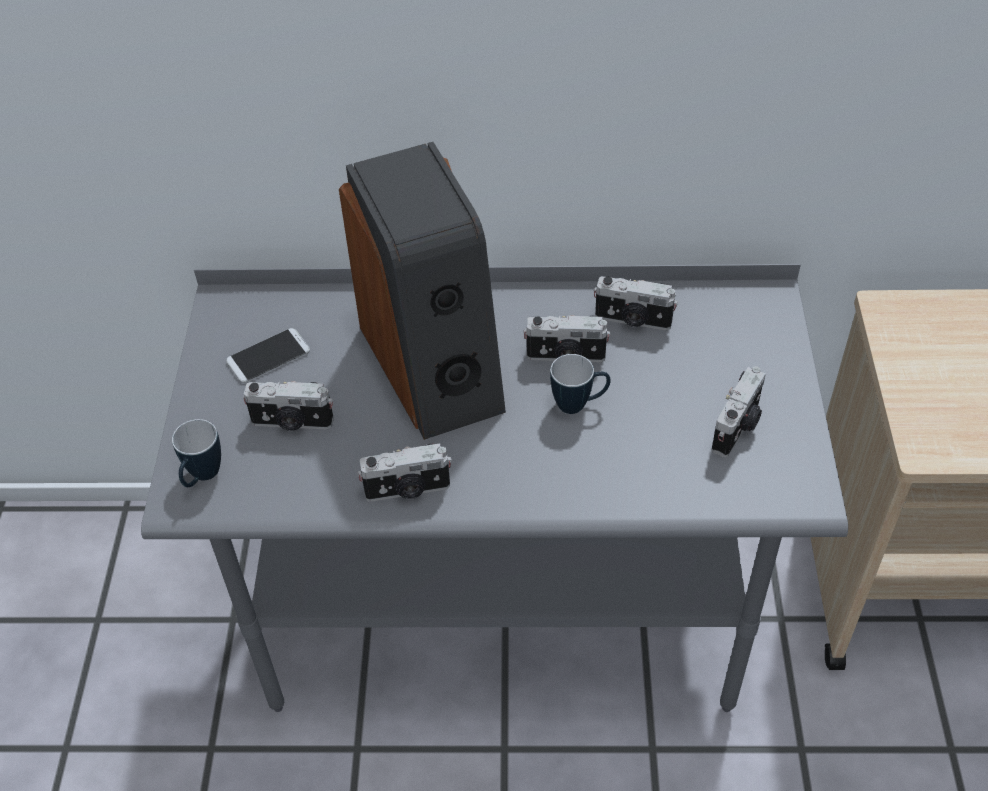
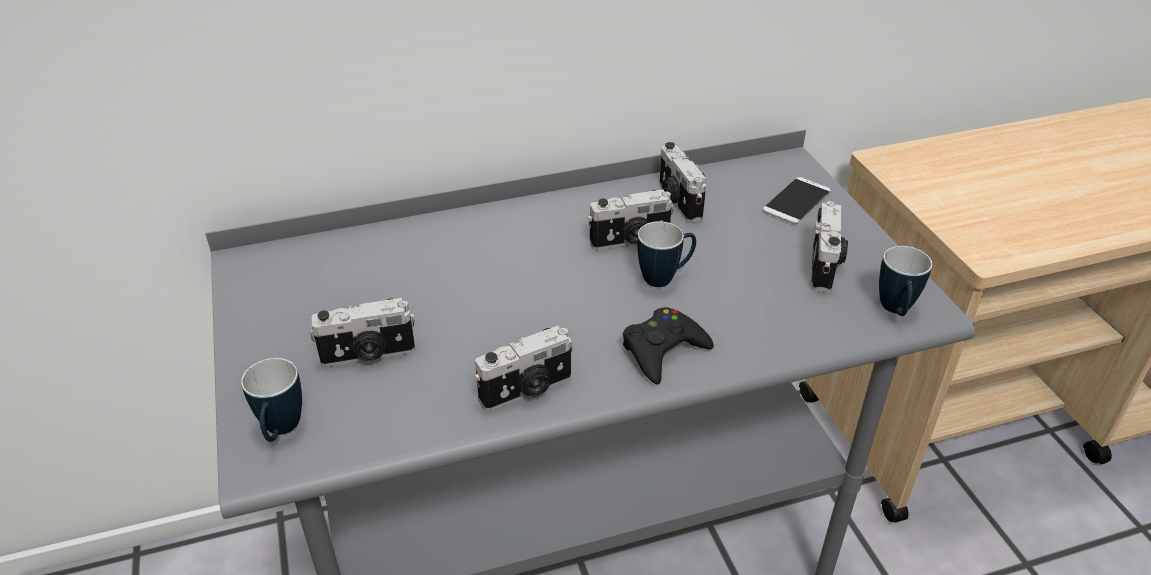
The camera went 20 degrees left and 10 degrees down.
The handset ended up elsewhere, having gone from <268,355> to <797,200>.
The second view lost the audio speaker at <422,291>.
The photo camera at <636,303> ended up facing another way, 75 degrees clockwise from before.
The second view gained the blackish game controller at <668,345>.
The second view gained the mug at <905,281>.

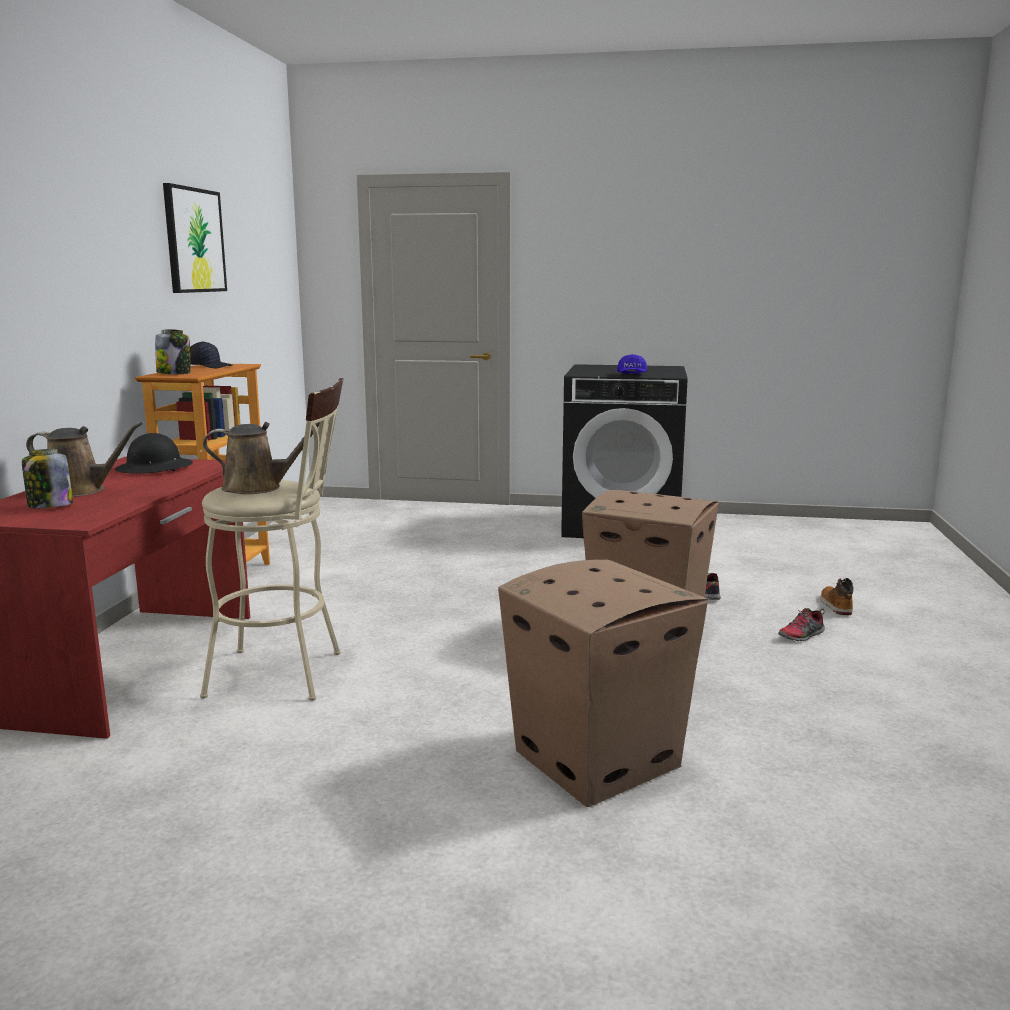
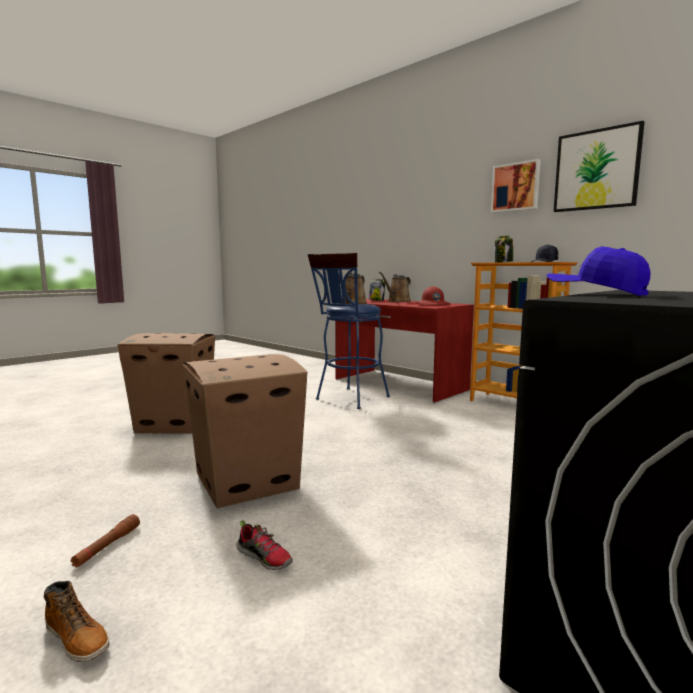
The camera went 125 degrees right and 5 degrees down.
What was the blackish work helmet at <154,453> turned into the red-coloured work helmet at <433,295>.
What was the beige stool at <272,539> turned into the bluish stool at <349,331>.
Where the shoe stood at <801,624>, the brown-coloured torch came to stand at <105,541>.
The second view gained the picture at <516,186>.

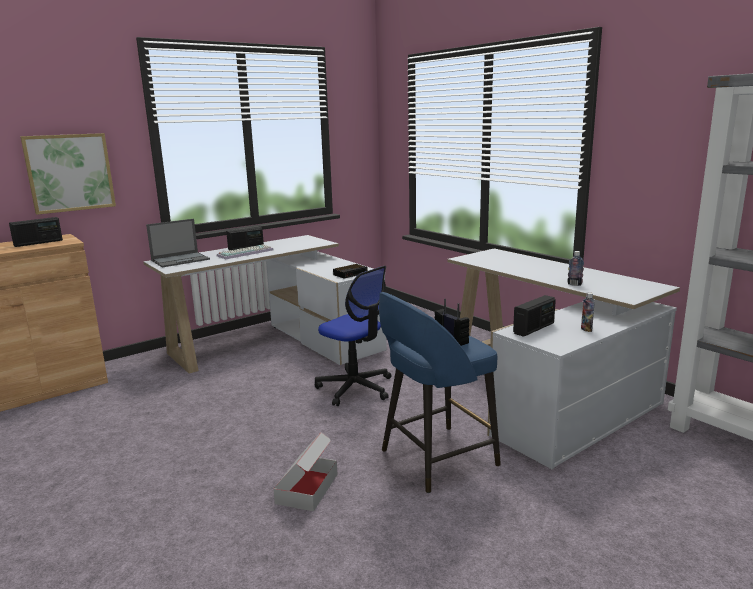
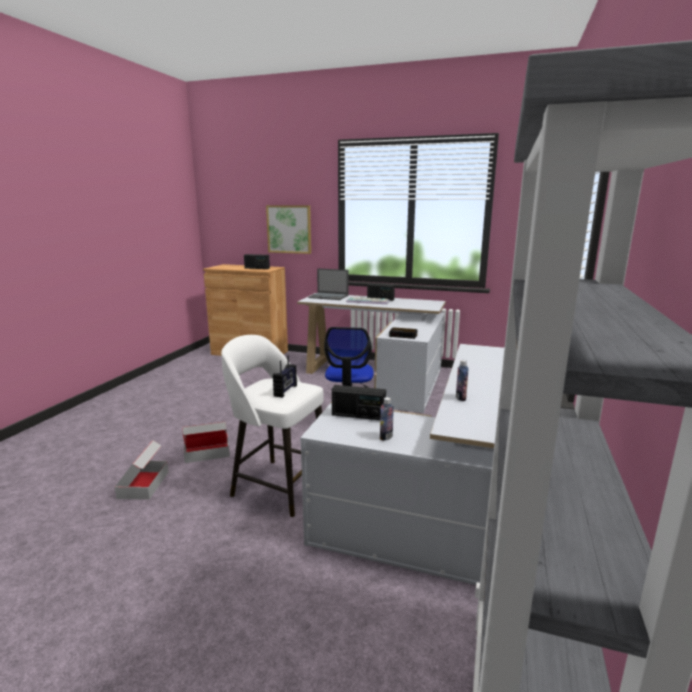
The camera went 55 degrees right and 0 degrees up.
What was the bluish stool at <440,392> turned into the white-coloured stool at <272,426>.
The second view gained the packing box at <142,470>.

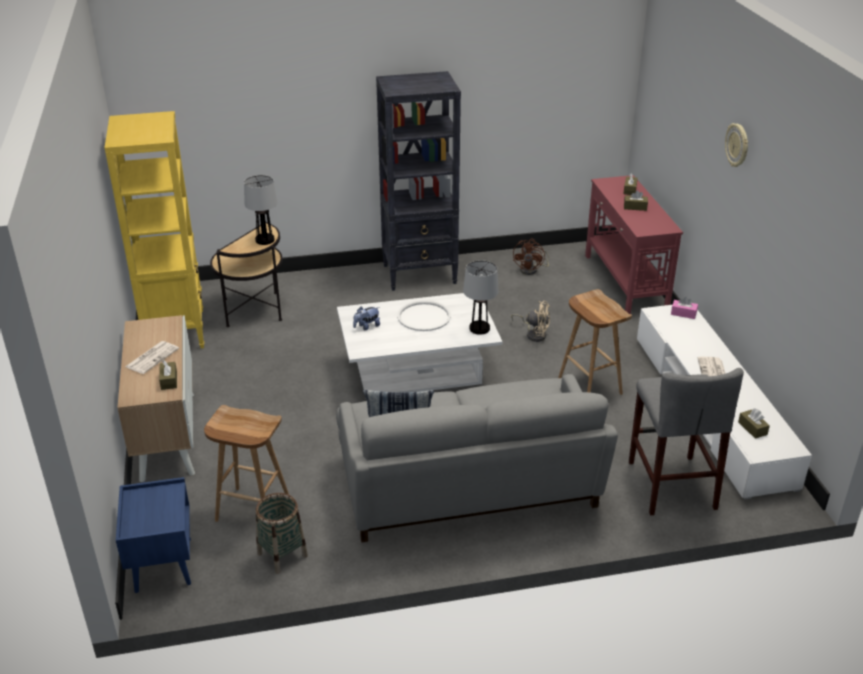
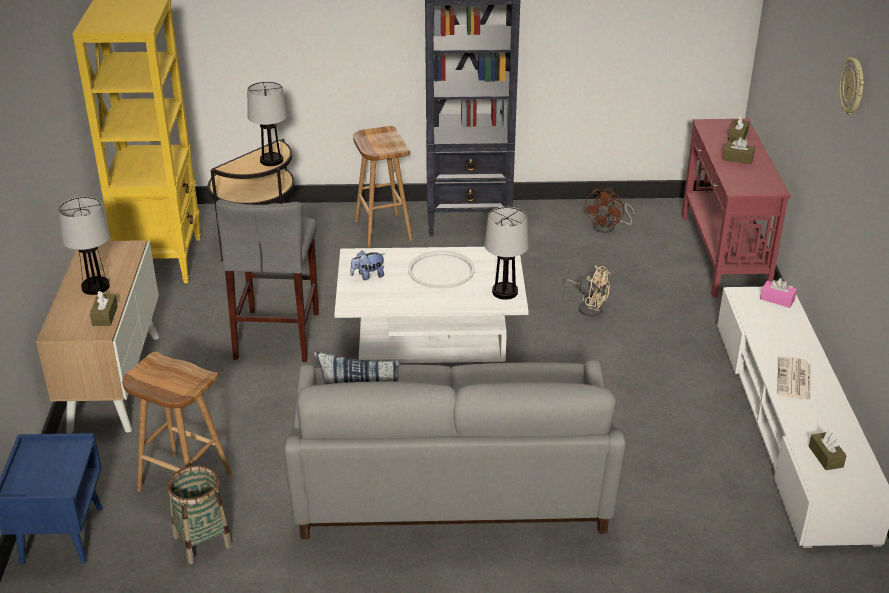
The camera went 10 degrees right and 0 degrees up.
Where the daily paper stood at <152,357>, the table lamp came to stand at <84,246>.
The brown-coloured stool ended up elsewhere, having gone from <595,342> to <382,187>.
The gray stool ended up elsewhere, having gone from <686,441> to <267,280>.

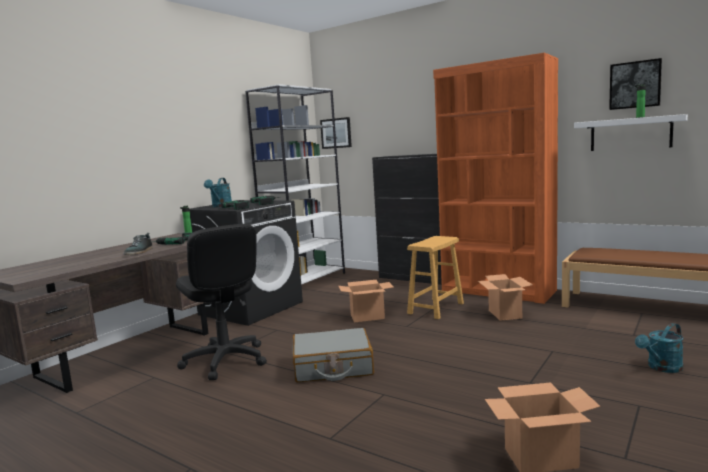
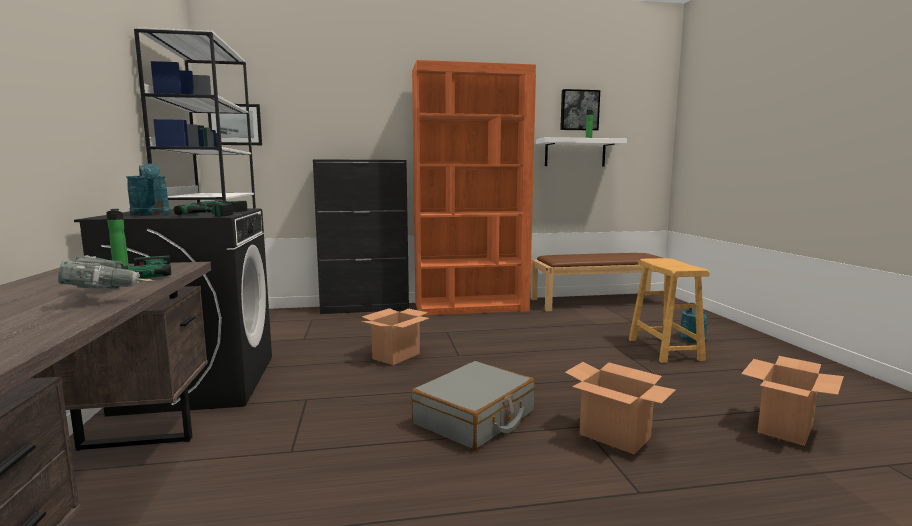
The camera went 45 degrees left and 0 degrees up.
Where the shoe stood at <138,244>, the electric drill came to stand at <106,272>.
The second view lost the blackish desk chair at <221,302>.
The brown-coloured stool ended up elsewhere, having gone from <435,277> to <669,310>.
The packing box ended up elsewhere, having gone from <505,297> to <620,408>.

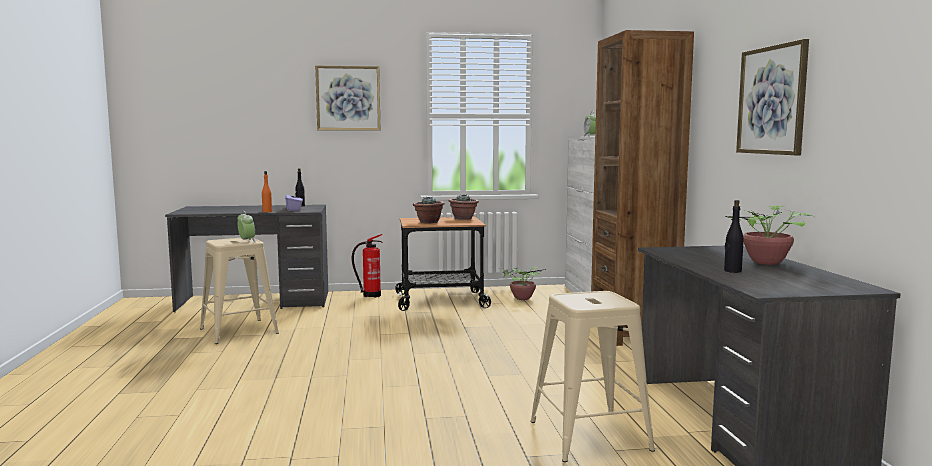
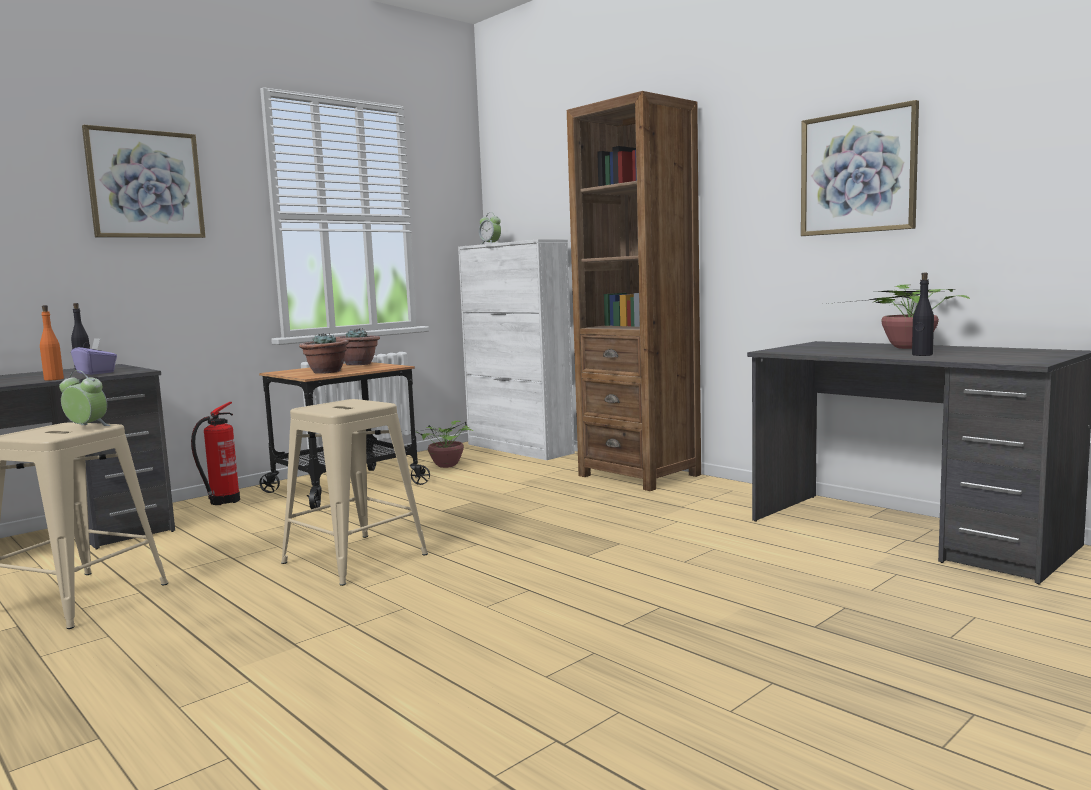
The camera went 35 degrees left and 0 degrees up.
The beige stool ended up elsewhere, having gone from <592,376> to <354,492>.

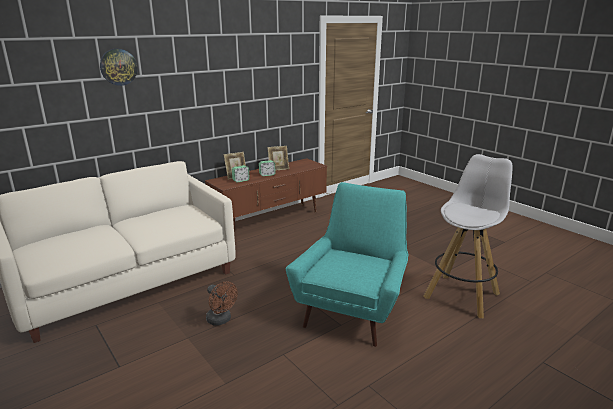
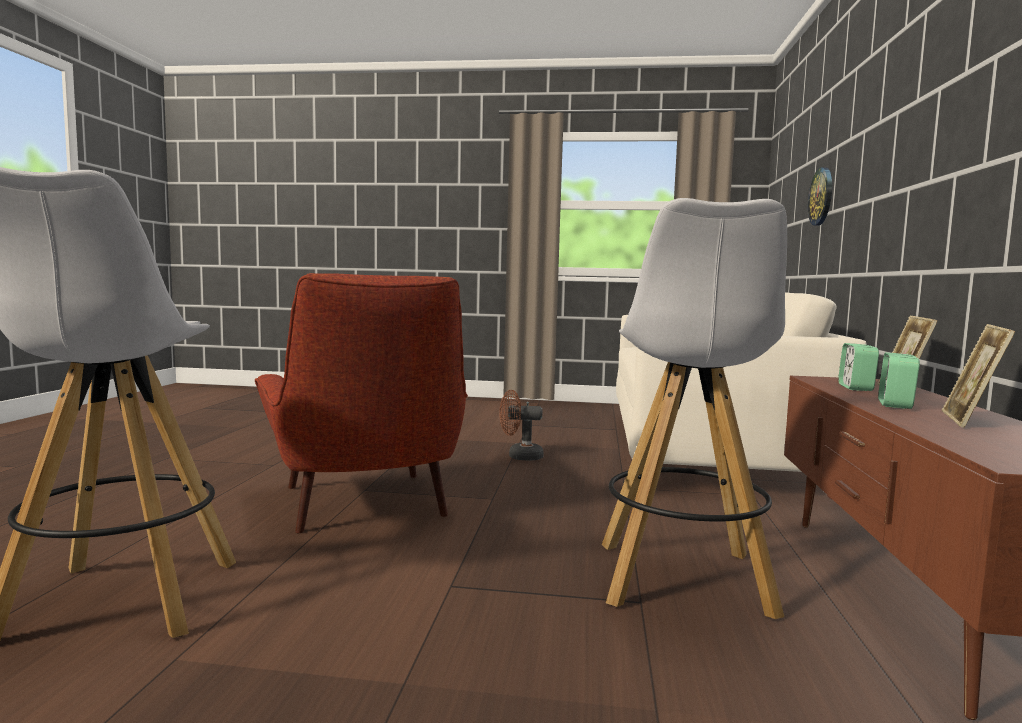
The camera went 135 degrees right and 15 degrees down.
The clock on the wall ended up elsewhere, having gone from <118,67> to <820,196>.
What was the blue-green easy chair at <347,264> turned into the red-coloured easy chair at <361,403>.
The second view gained the white-coloured stool at <694,408>.

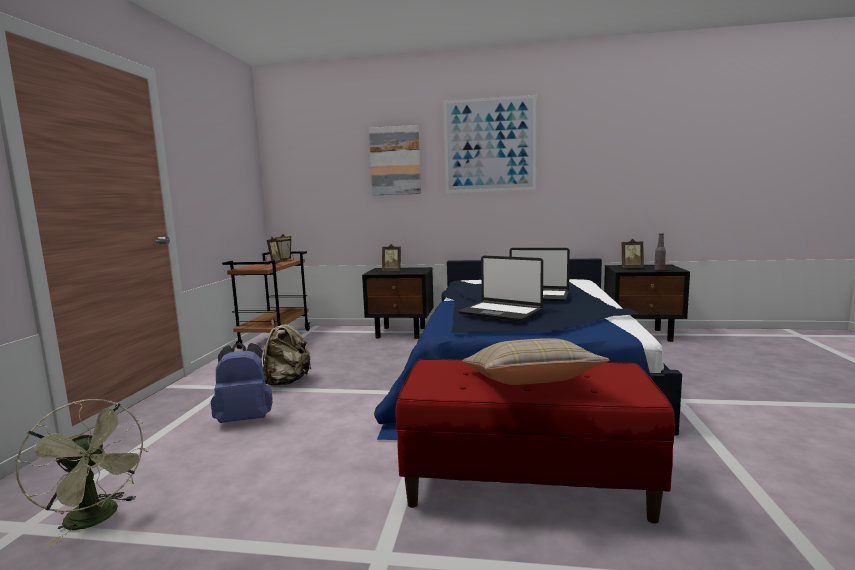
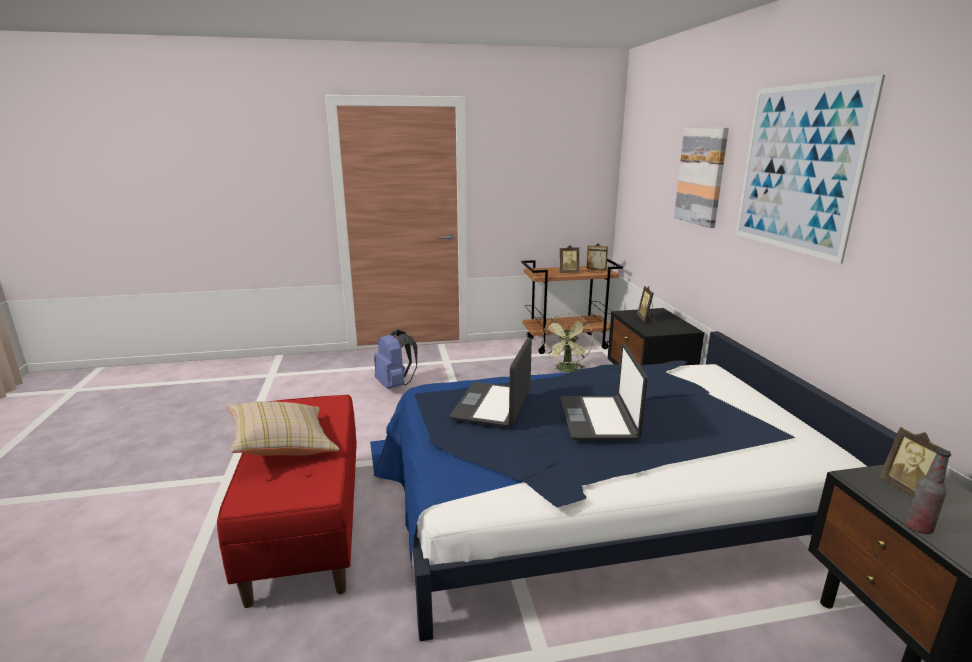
The camera went 70 degrees right and 10 degrees up.
The green-coloured electric fan ended up elsewhere, having gone from <82,472> to <568,342>.
The second view lost the beige backpack at <287,352>.

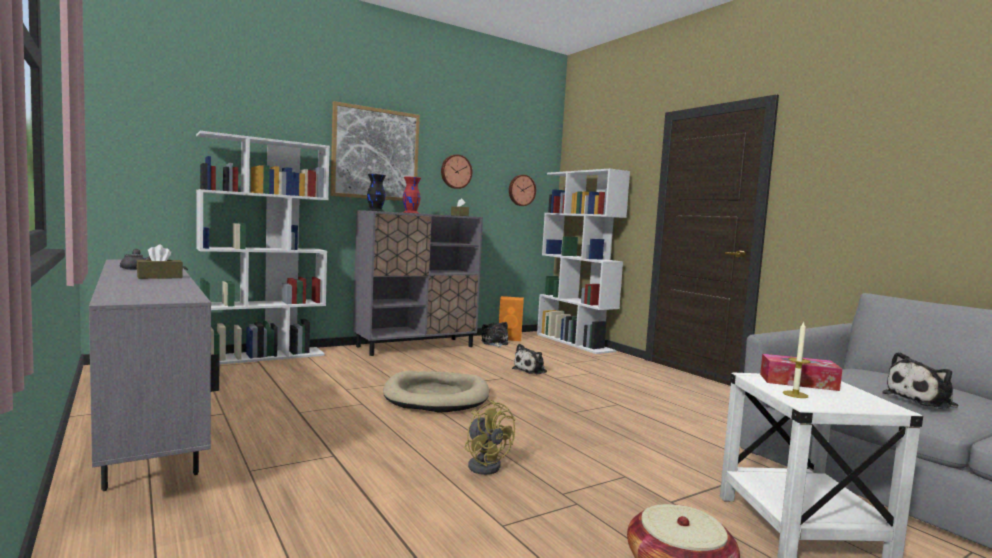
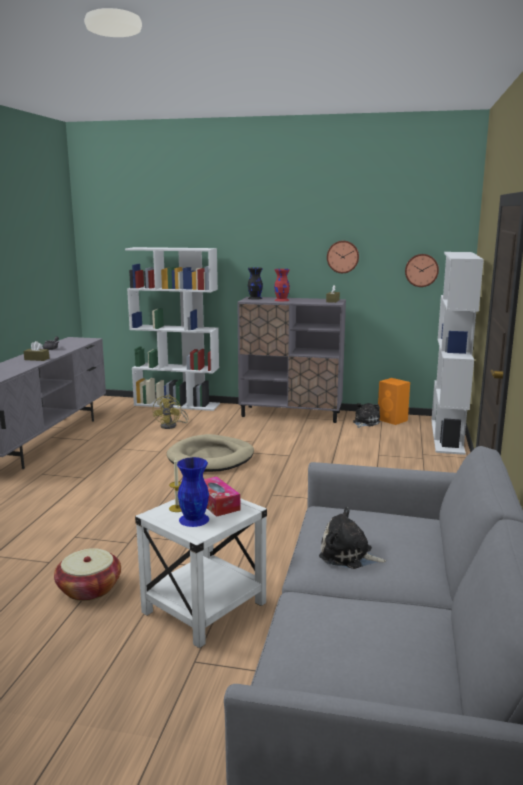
The camera went 45 degrees right and 10 degrees up.
The second view lost the picture at <375,151>.
The yellowish electric fan ended up elsewhere, having gone from <490,437> to <170,412>.
The second view lost the cuddly toy at <529,359>.
The second view gained the bluish flower vase at <193,492>.

